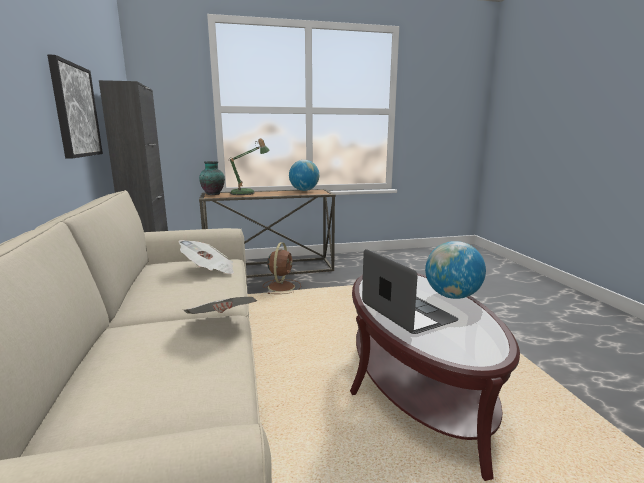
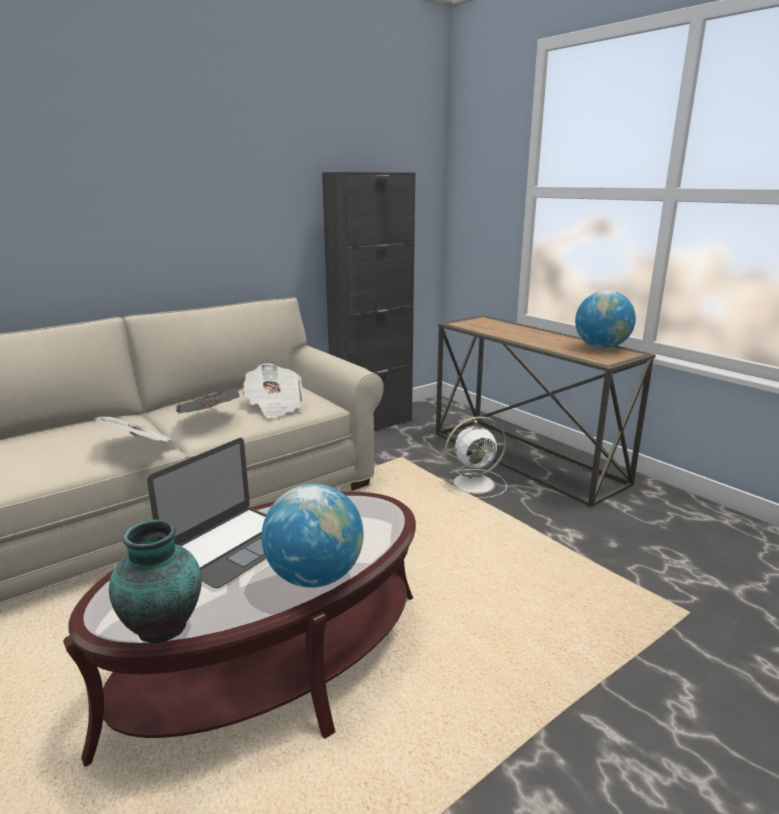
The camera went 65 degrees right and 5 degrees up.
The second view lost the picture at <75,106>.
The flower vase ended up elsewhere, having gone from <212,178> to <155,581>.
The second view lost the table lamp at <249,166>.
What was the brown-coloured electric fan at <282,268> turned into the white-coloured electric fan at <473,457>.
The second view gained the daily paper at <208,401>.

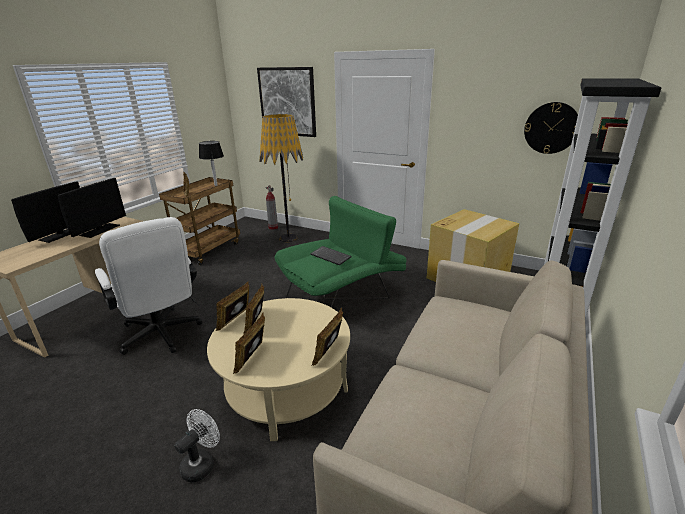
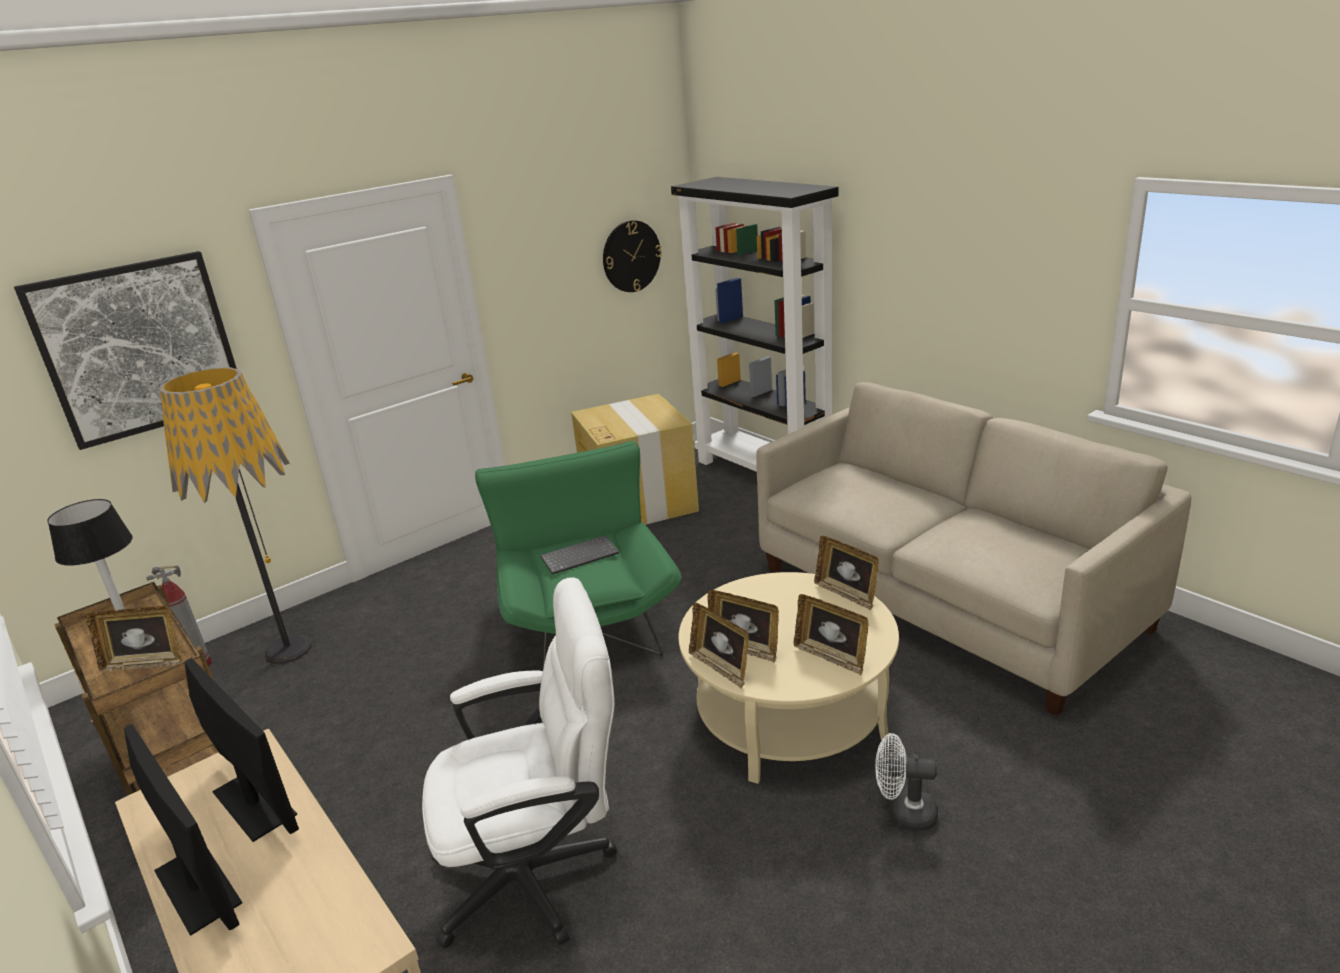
The camera went 65 degrees left and 0 degrees up.
The white-coloured electric fan at <197,445> ended up facing another way, 45 degrees counterclockwise from before.

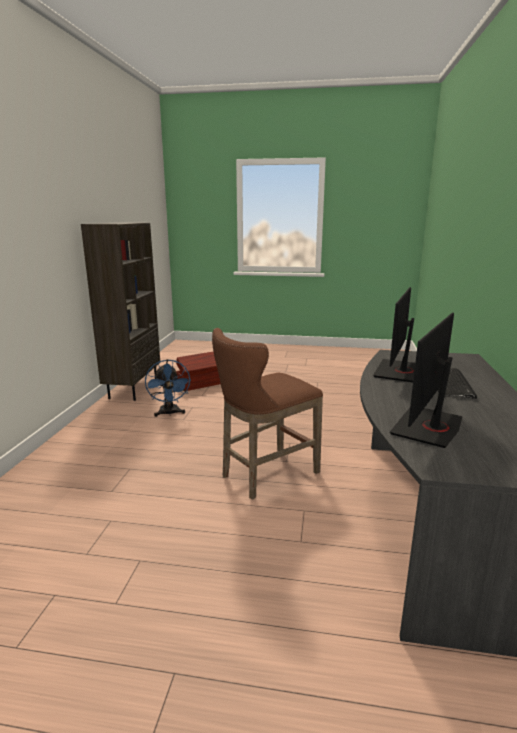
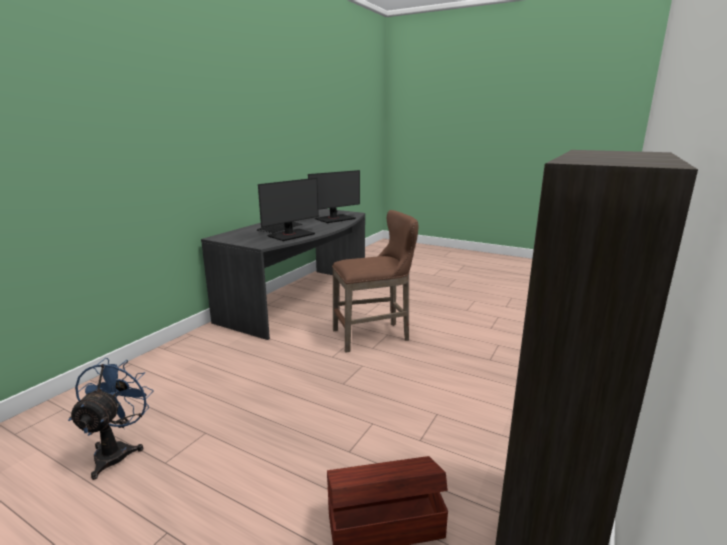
The camera went 160 degrees left and 0 degrees up.
The bluish electric fan ended up elsewhere, having gone from <168,388> to <110,419>.

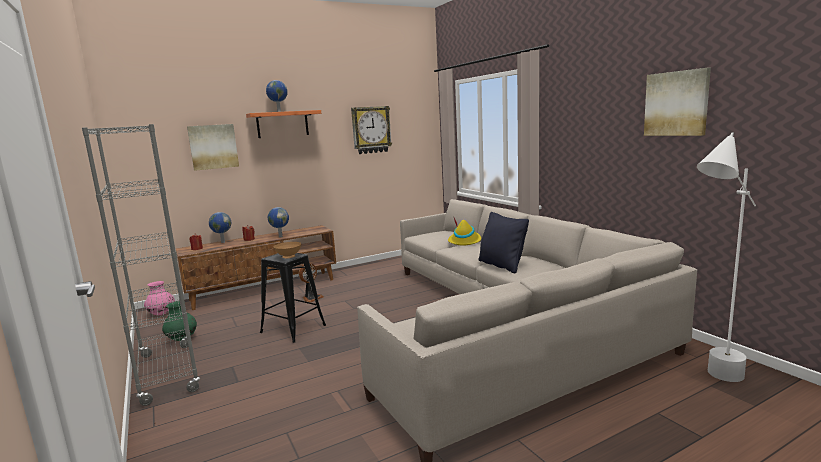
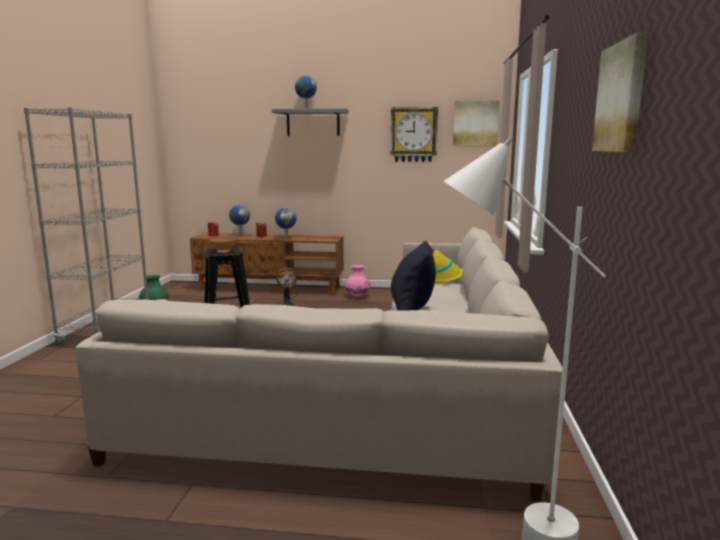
The camera went 35 degrees right and 0 degrees up.
The pink flower vase ended up elsewhere, having gone from <159,298> to <358,281>.
The picture ended up elsewhere, having gone from <213,147> to <476,123>.
What was the orangey wall shelf at <283,124> turned into the gray wall shelf at <310,122>.

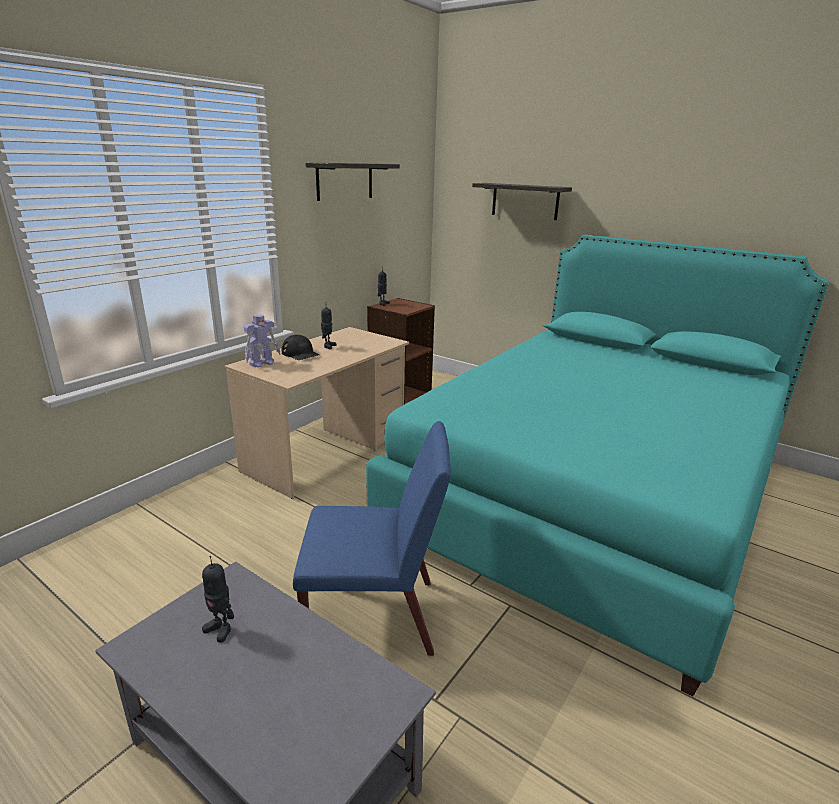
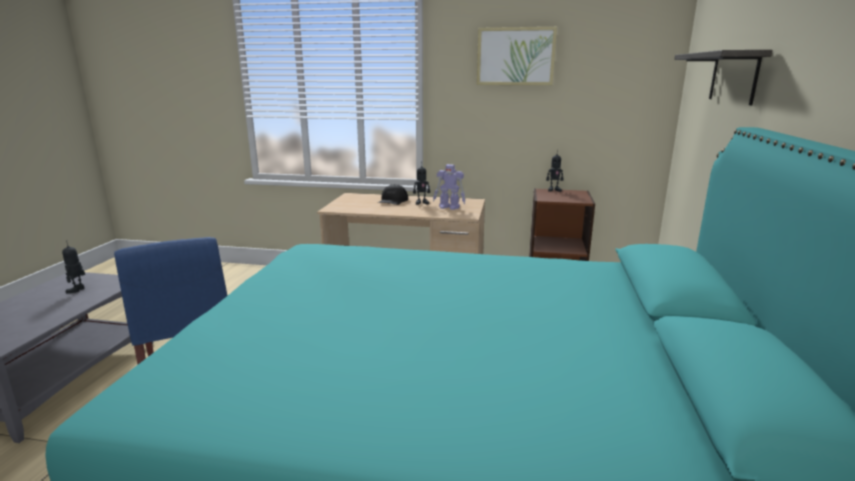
The camera went 65 degrees right and 5 degrees down.
The robot figure ended up elsewhere, having gone from <262,341> to <449,187>.
Where the wall shelf hung at <352,182>, the picture came to hang at <517,56>.

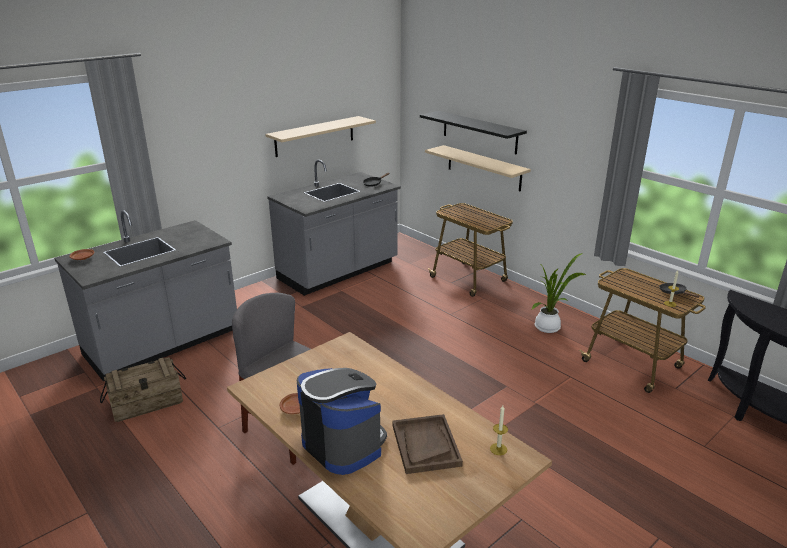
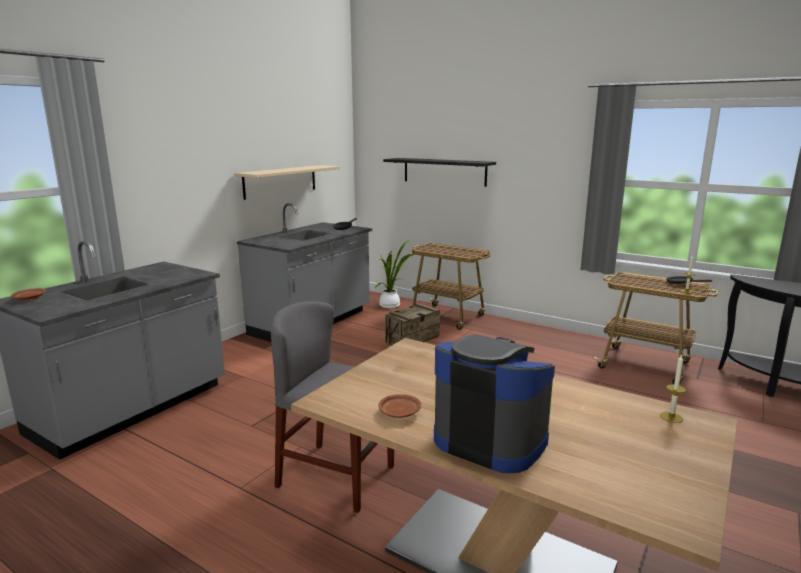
The camera went 15 degrees left and 10 degrees down.
The shipping crate ended up elsewhere, having gone from <143,389> to <412,324>.
The second view lost the brown-coloured serving tray at <427,444>.
The second view lost the beige wall shelf at <478,168>.
The houseplant ended up elsewhere, having gone from <558,293> to <394,274>.

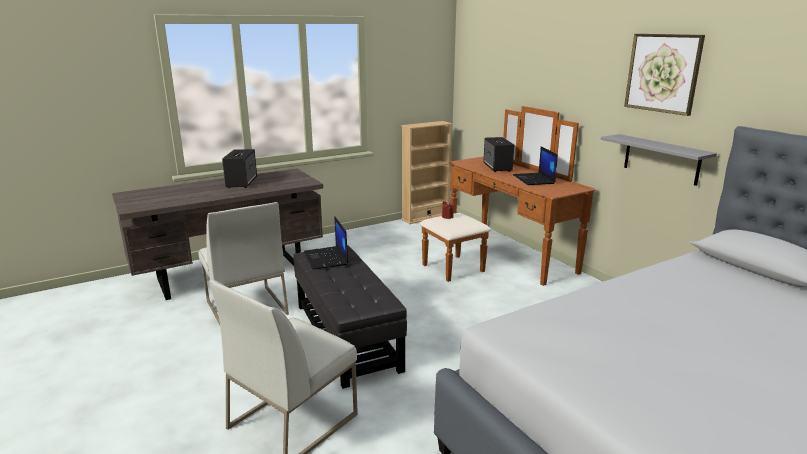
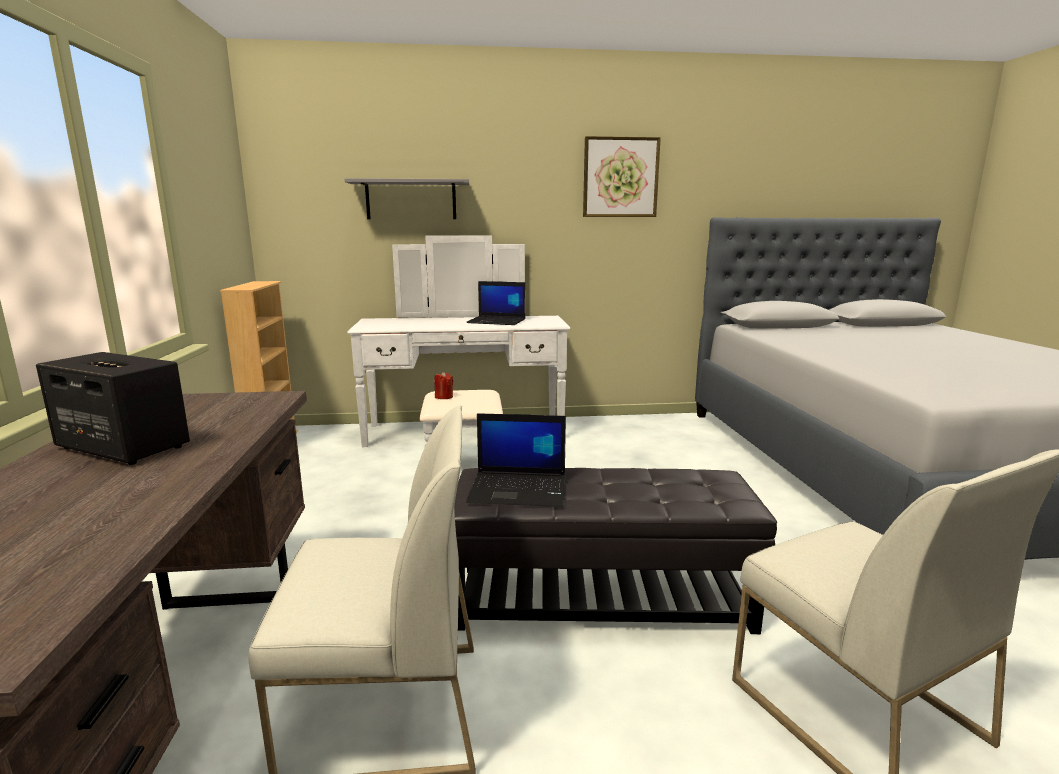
The camera went 65 degrees left and 5 degrees down.
What was the brown-coloured chest of drawers at <508,196> turned into the white-coloured chest of drawers at <458,341>.
The second view lost the audio speaker at <498,154>.
The gray wall shelf ended up elsewhere, having gone from <659,160> to <406,198>.

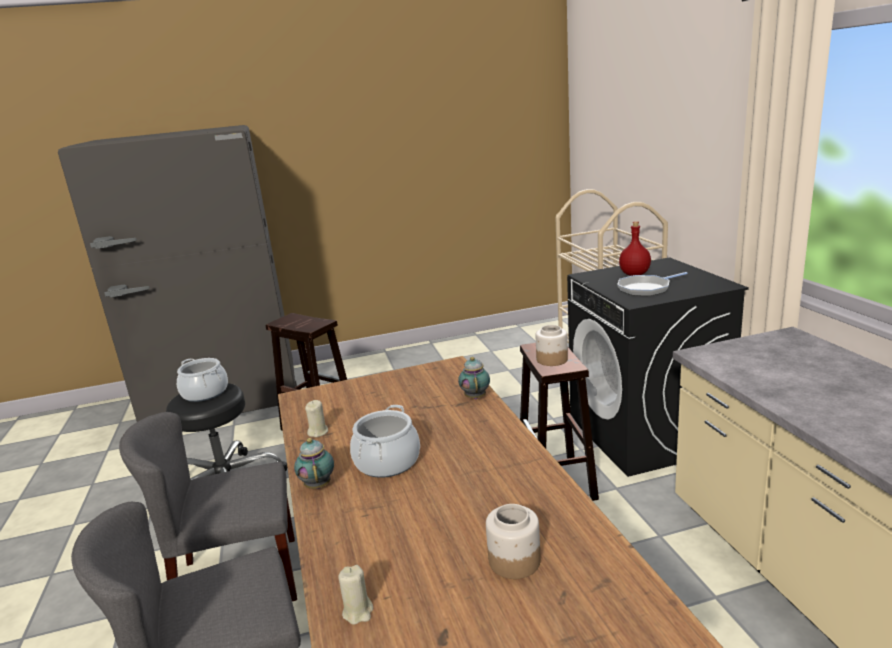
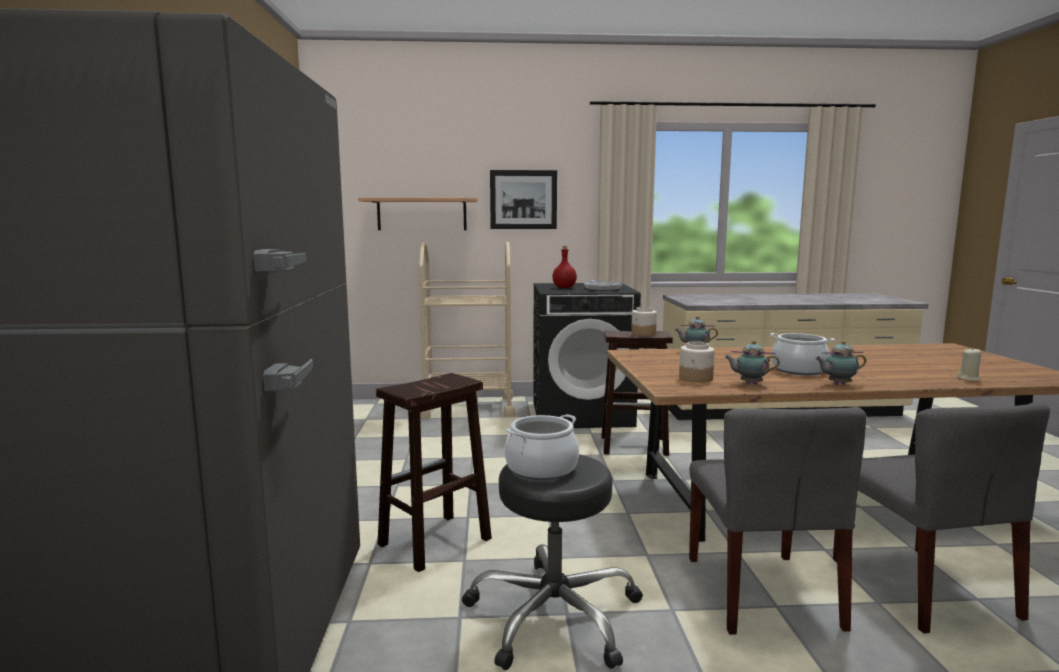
The camera went 80 degrees left and 10 degrees down.
Where the beige candle stood at <316,418>, the teapot came to stand at <752,362>.
The jar ended up elsewhere, having gone from <513,541> to <697,362>.
The second view gained the wall shelf at <418,214>.
The second view gained the picture at <523,199>.

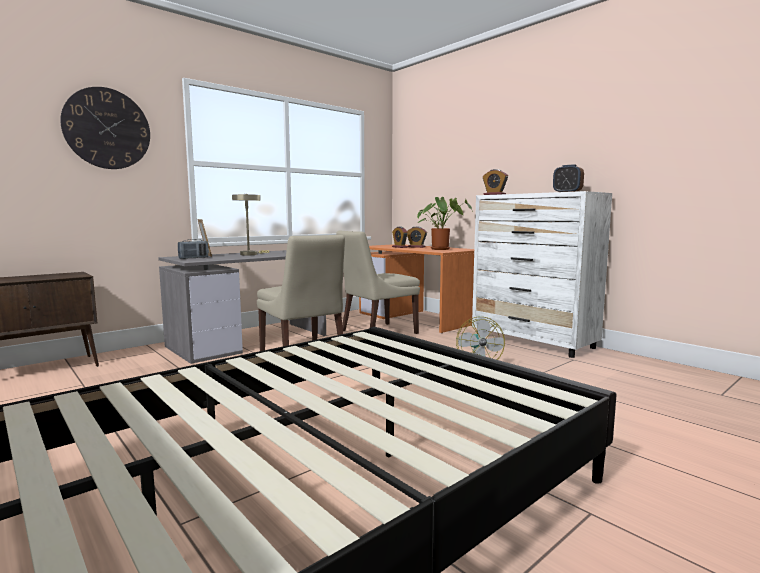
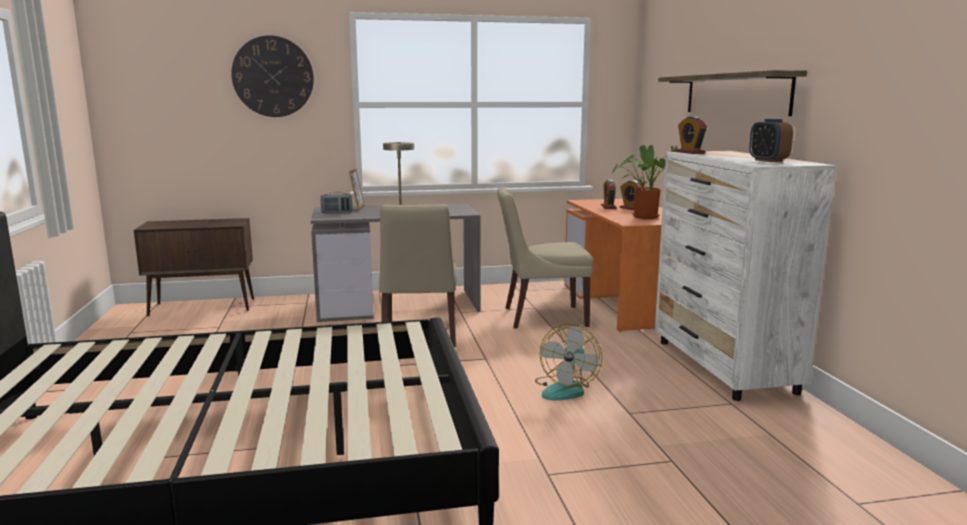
The camera went 30 degrees right and 5 degrees up.
The second view gained the wall shelf at <732,93>.

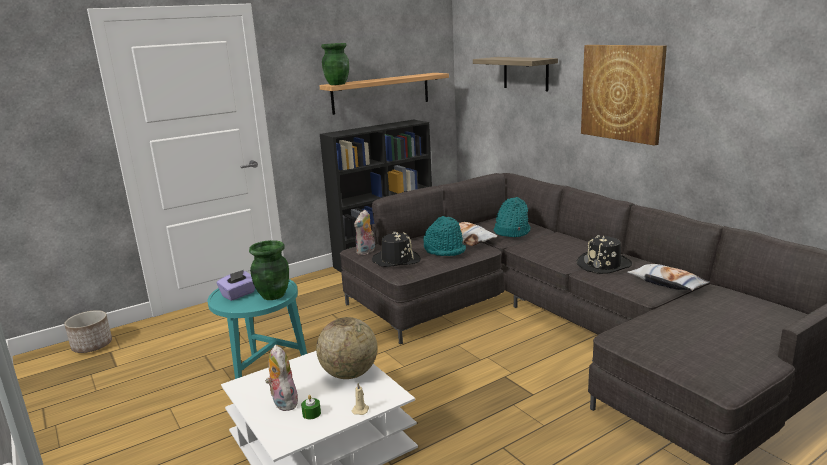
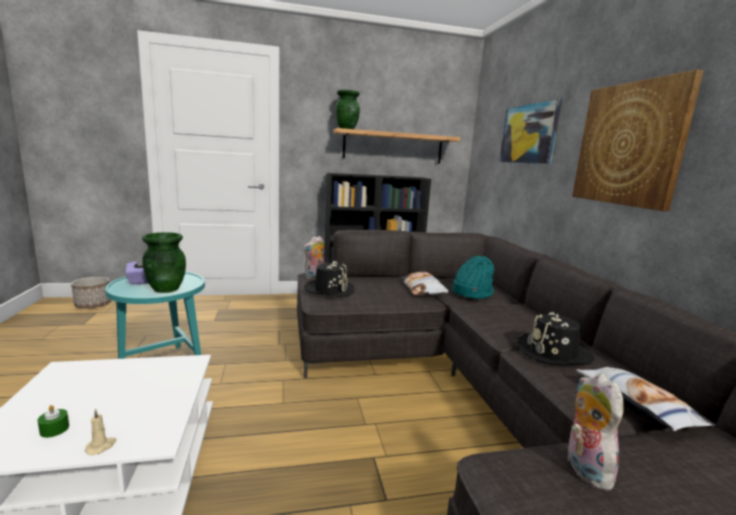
The camera went 20 degrees right and 5 degrees down.
The cuddly toy ended up elsewhere, having gone from <281,378> to <595,432>.
The second view lost the desk globe at <346,348>.
The second view lost the blue-green wearable hat at <444,236>.
Where the wall shelf hung at <515,74>, the picture came to hang at <530,131>.

